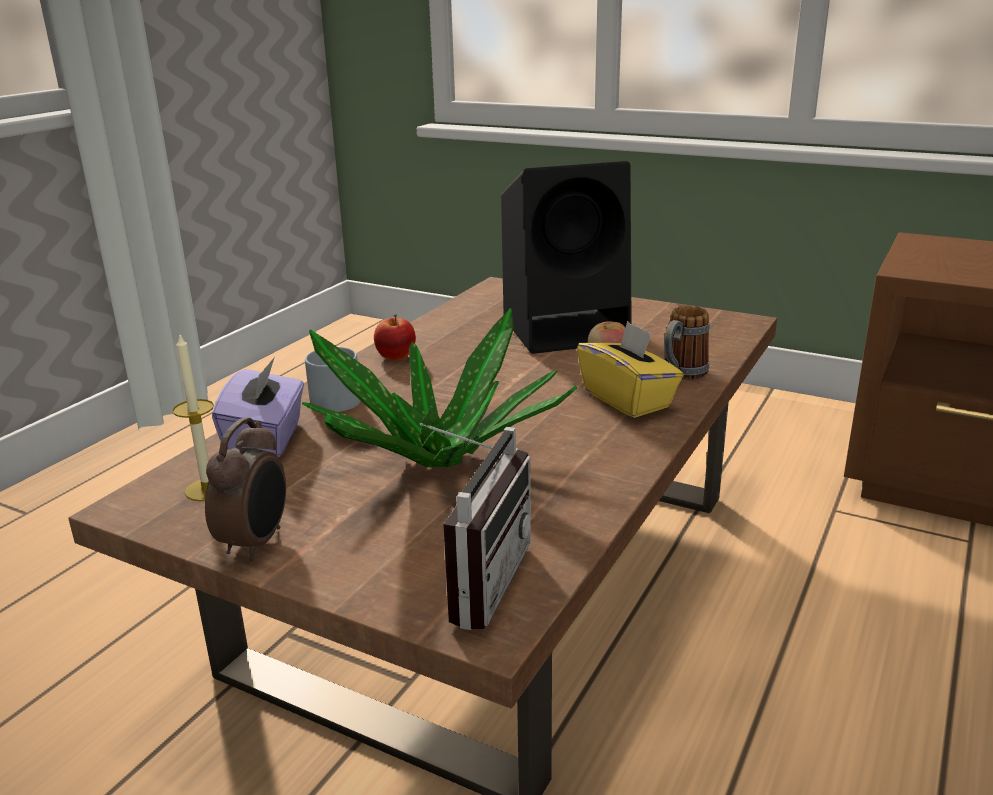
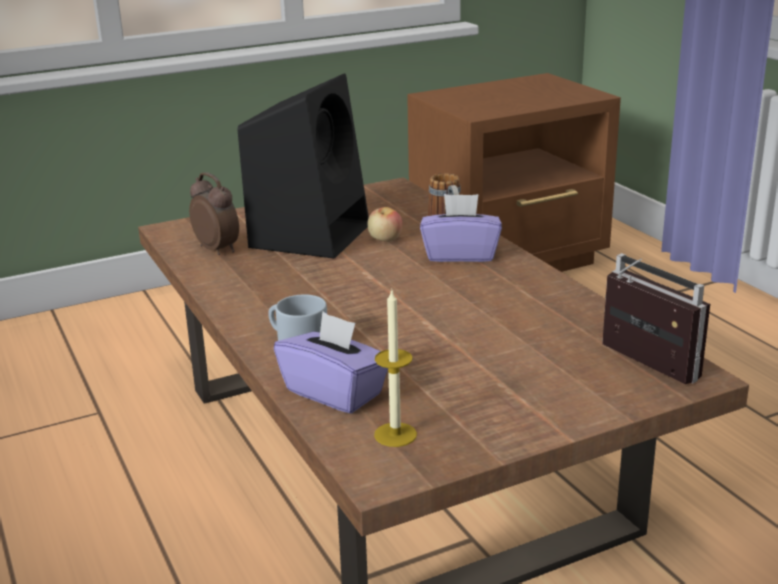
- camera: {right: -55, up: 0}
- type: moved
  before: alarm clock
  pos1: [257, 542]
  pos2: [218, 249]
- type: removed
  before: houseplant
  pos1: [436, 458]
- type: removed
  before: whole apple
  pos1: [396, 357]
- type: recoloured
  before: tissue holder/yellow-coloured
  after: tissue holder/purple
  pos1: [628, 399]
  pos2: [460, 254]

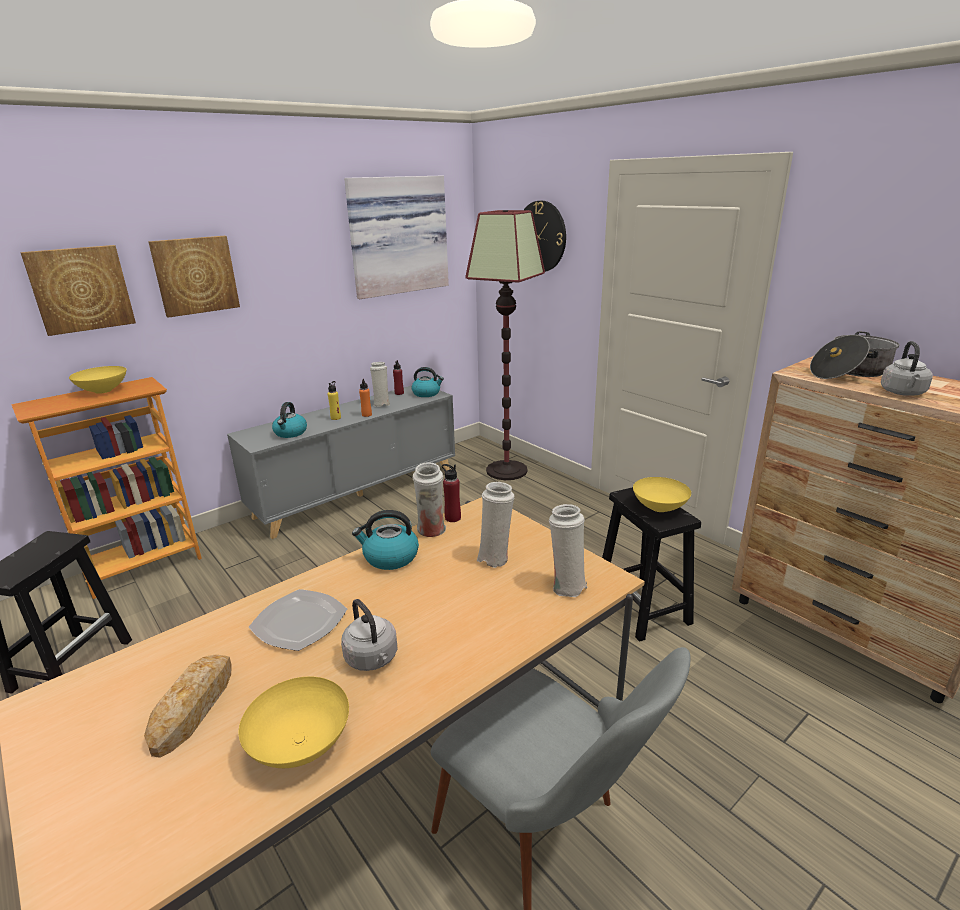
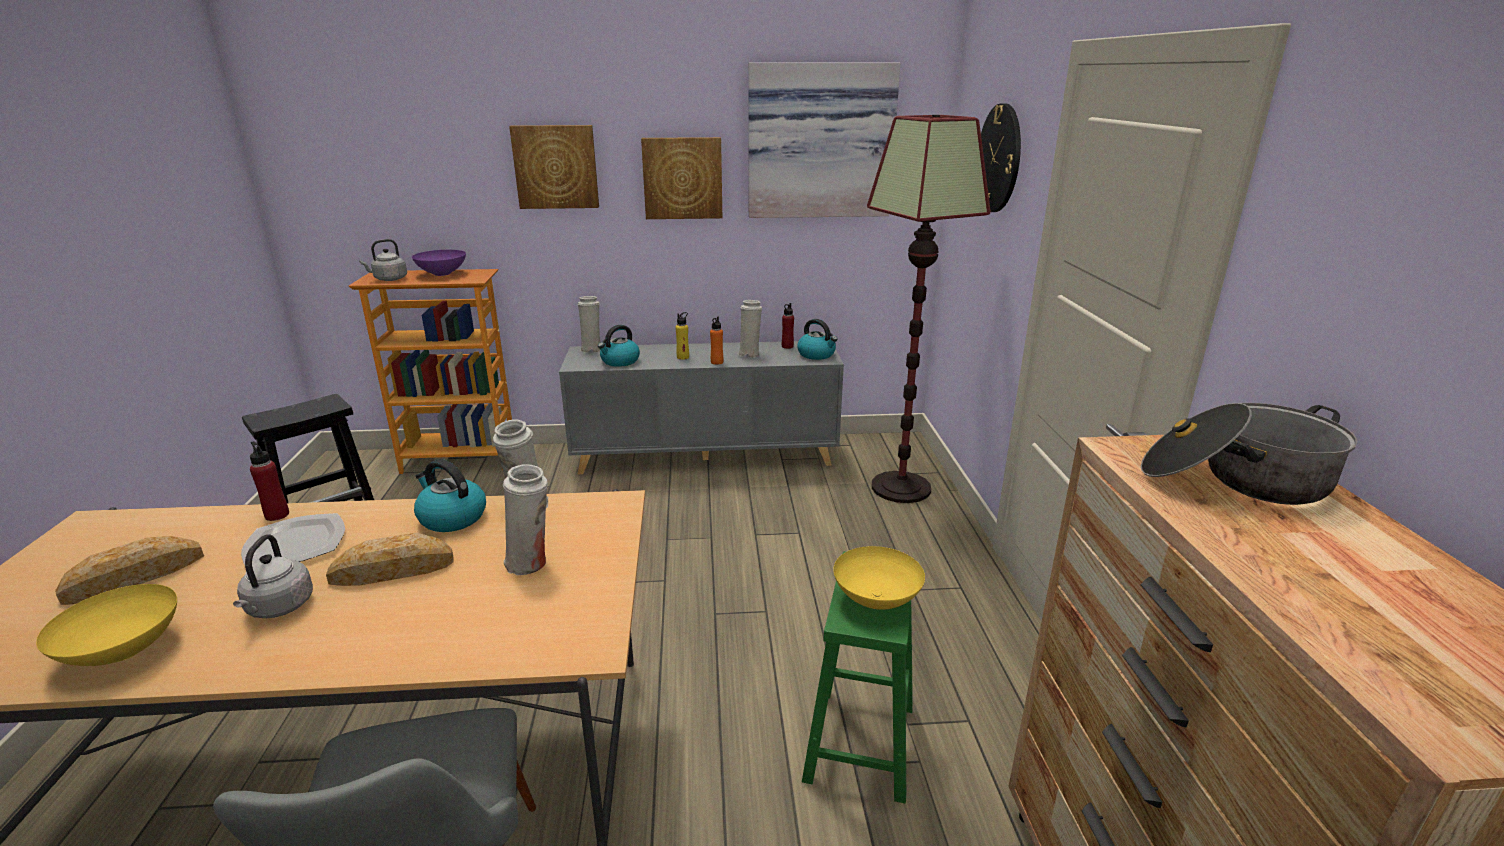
- camera: {right: 35, up: 0}
- type: moved
  before: wall art
  pos1: [80, 289]
  pos2: [682, 178]
- type: recoloured
  before: serving bowl/yellow-coloured
  after: serving bowl/purple
  pos1: [104, 391]
  pos2: [442, 274]
- type: moved
  before: bottle/red
  pos1: [452, 518]
  pos2: [277, 515]
- type: moved
  before: decorative vase/white-coloured
  pos1: [566, 586]
  pos2: [591, 349]
- type: recoloured
  before: stool seat/blackish
  after: stool seat/greenish
  pos1: [643, 609]
  pos2: [860, 744]
- type: moved
  before: water kettle/greyish
  pos1: [903, 393]
  pos2: [389, 279]
- type: added
  after: bread
  pos2: [392, 569]

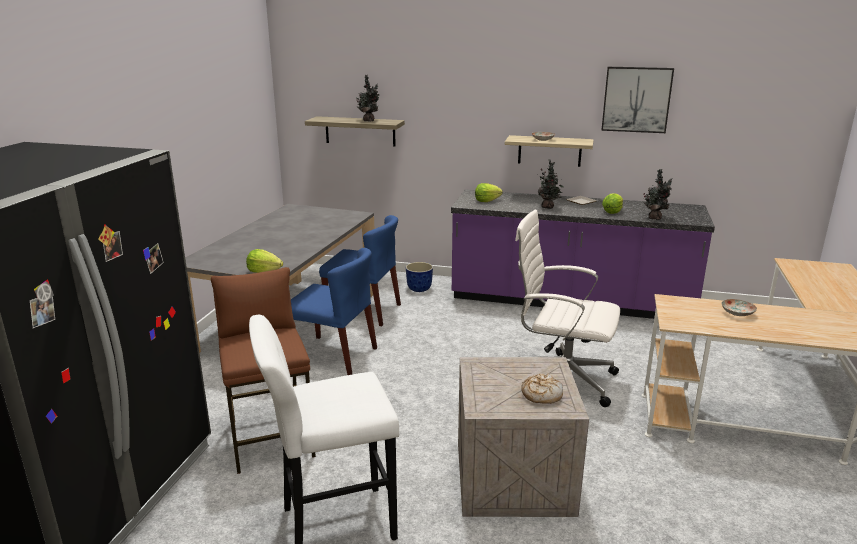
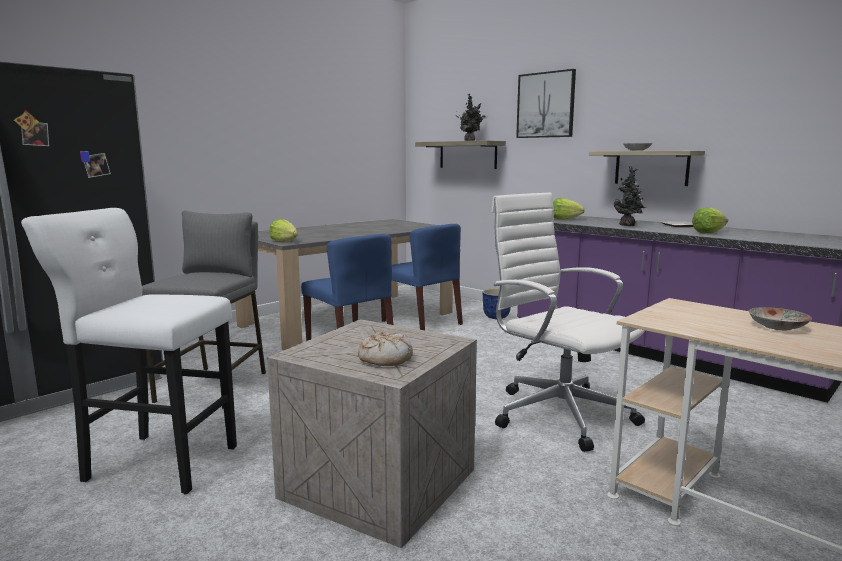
- camera: {right: 30, up: -10}
- type: recoloured
  before: stool seat/brown-coloured
  after: stool seat/greyish
  pos1: [271, 438]
  pos2: [214, 387]
- type: moved
  before: wall art
  pos1: [636, 99]
  pos2: [546, 105]
- type: removed
  before: houseplant
  pos1: [655, 218]

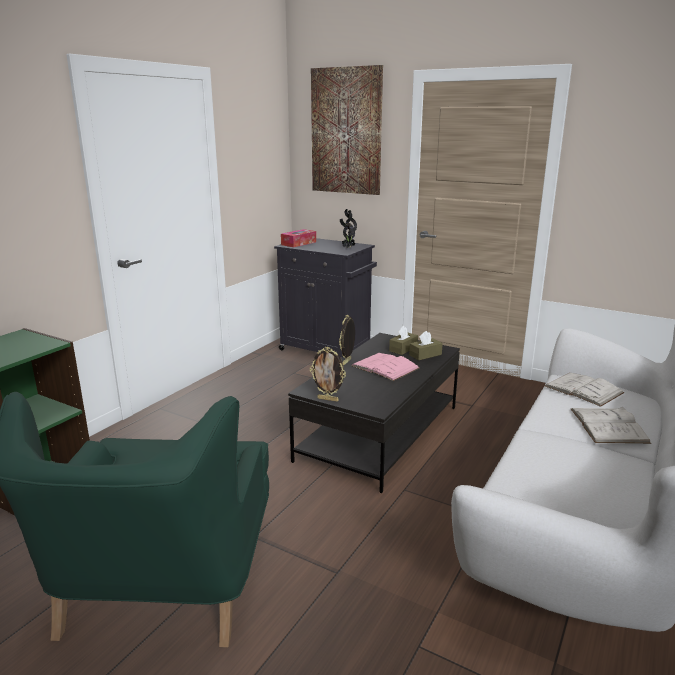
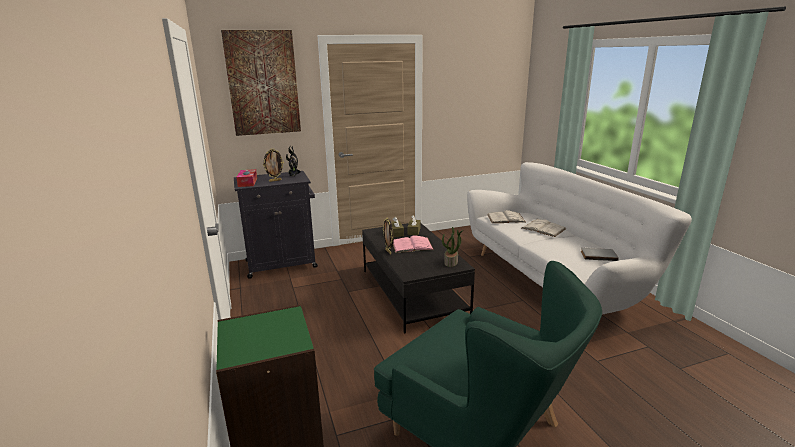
- camera: {right: -50, up: 0}
- type: moved
  before: standing frame
  pos1: [328, 399]
  pos2: [275, 180]
- type: added
  after: houseplant
  pos2: [451, 262]
- type: added
  after: bound book/greyish
  pos2: [598, 255]

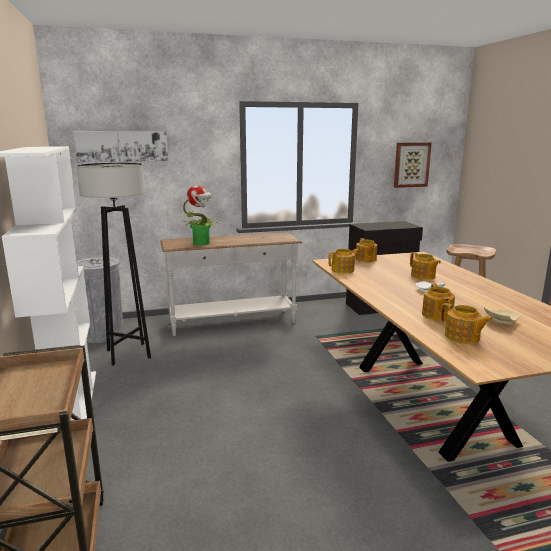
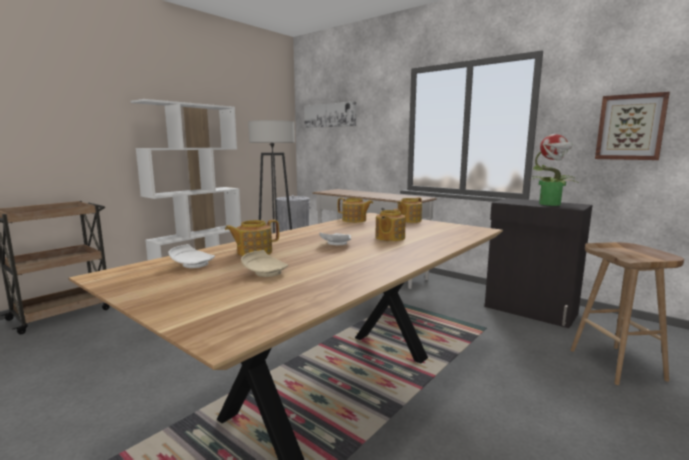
- camera: {right: 55, up: -5}
- type: moved
  before: houseplant
  pos1: [202, 243]
  pos2: [550, 204]
- type: replaced
  before: pot for tea
  after: dinner plate/white-coloured
  pos1: [462, 337]
  pos2: [192, 264]

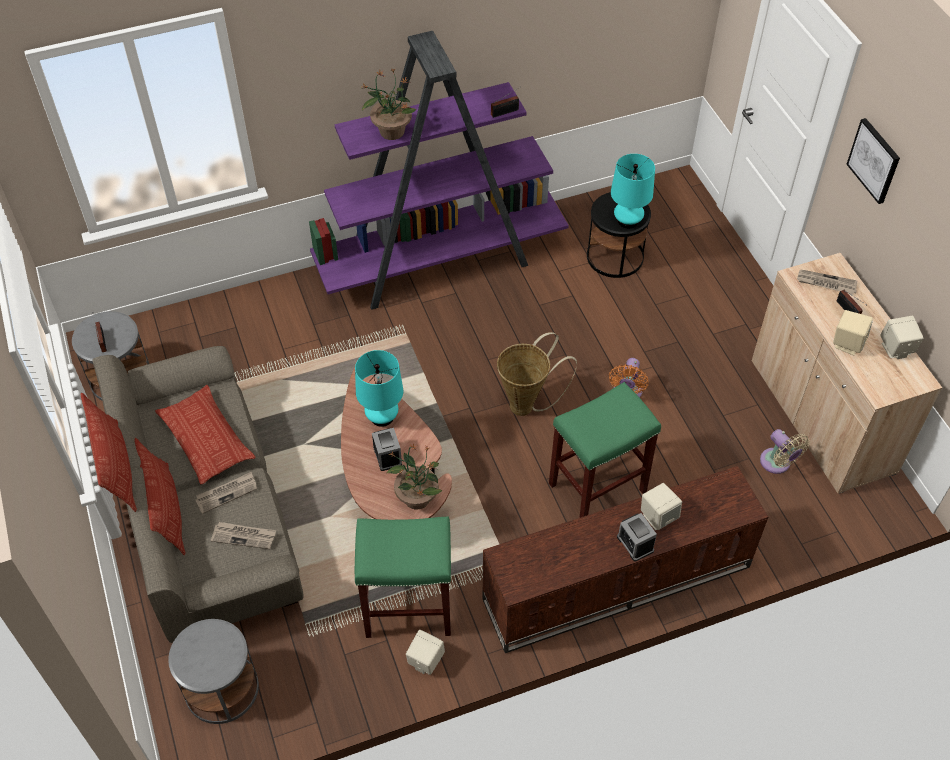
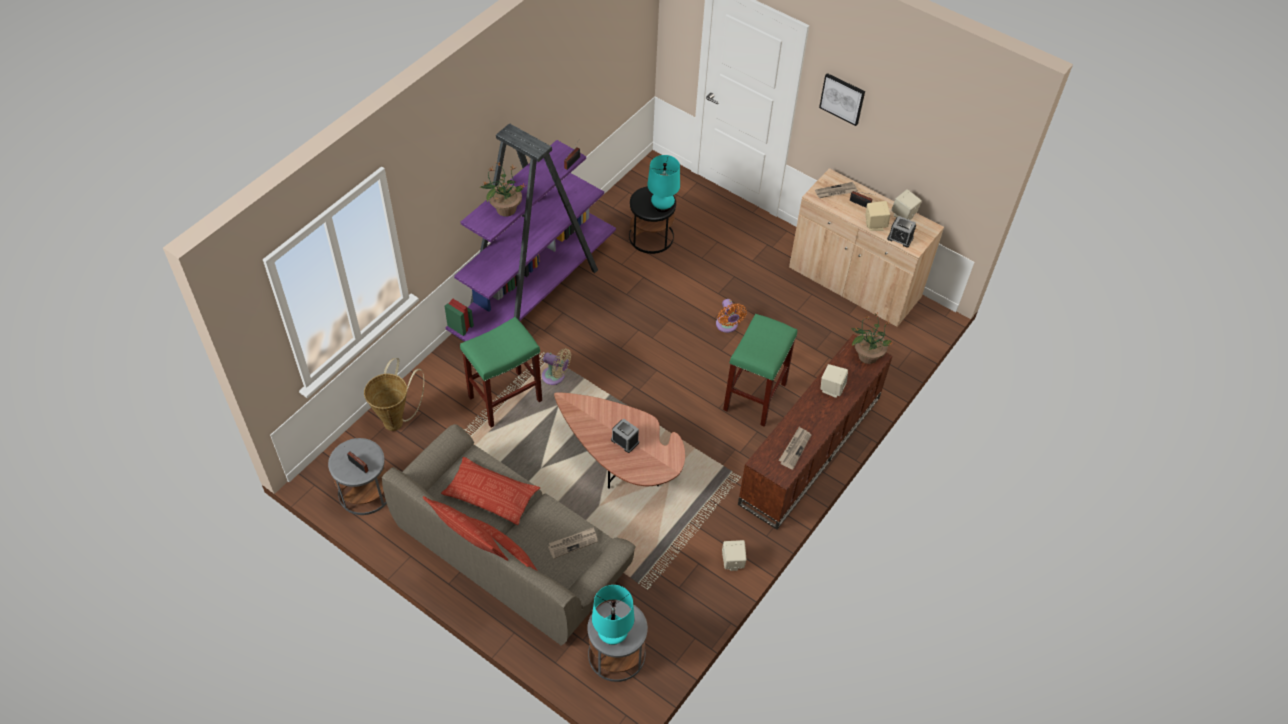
- camera: {right: -35, up: 0}
- type: moved
  before: printed paper
  pos1: [227, 493]
  pos2: [794, 448]
- type: moved
  before: lamp for a table/blue-green
  pos1: [382, 416]
  pos2: [612, 634]
- type: moved
  before: stool seat/greenish
  pos1: [407, 608]
  pos2: [504, 399]
- type: moved
  before: houseplant
  pos1: [416, 497]
  pos2: [867, 355]
- type: moved
  before: household basket
  pos1: [527, 405]
  pos2: [396, 420]
- type: moved
  before: alarm clock
  pos1: [635, 543]
  pos2: [900, 238]
- type: moved
  before: electric fan/sand-coloured
  pos1: [777, 463]
  pos2: [555, 377]

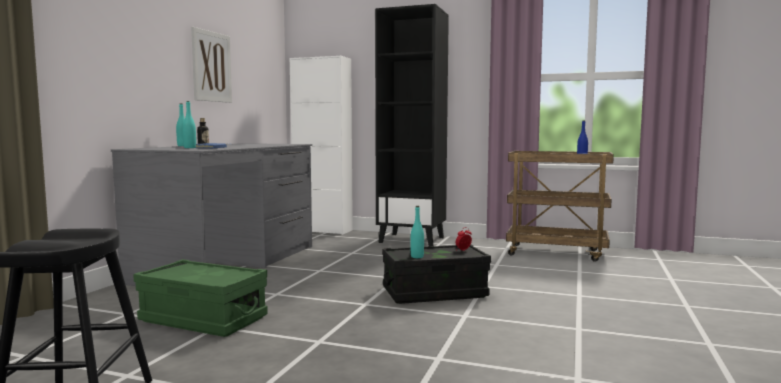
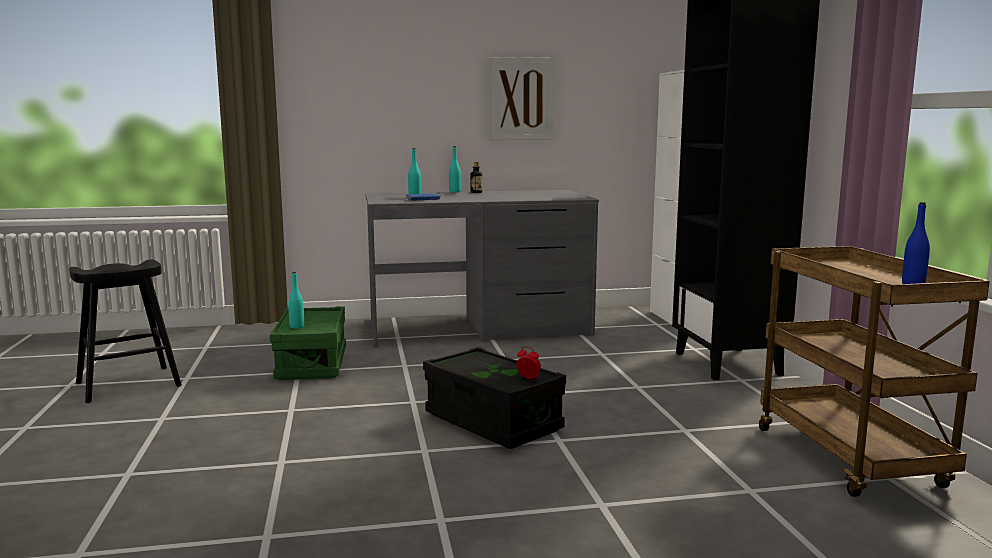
- camera: {right: 60, up: 5}
- type: moved
  before: bottle/blue-green
  pos1: [417, 257]
  pos2: [297, 327]

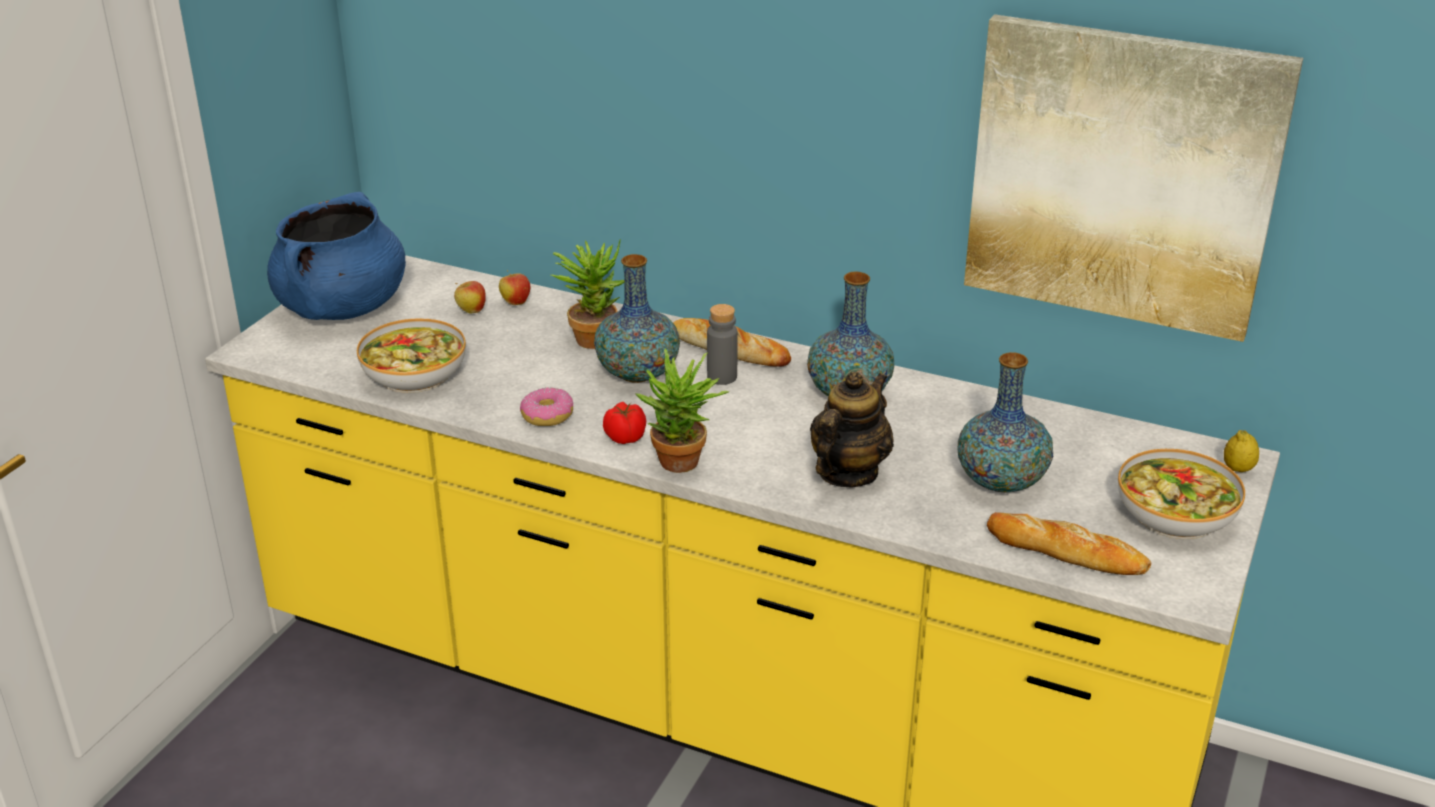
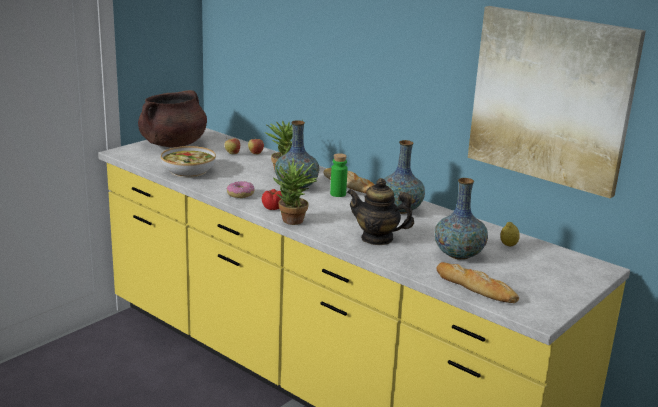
- camera: {right: 15, up: -10}
- type: recoloured
  before: stockpot/bluish
  after: stockpot/brown-coloured
  pos1: [342, 307]
  pos2: [173, 144]
- type: recoloured
  before: bottle/greyish
  after: bottle/greenish
  pos1: [722, 377]
  pos2: [338, 194]
- type: turned
  before: pot for tea
  pos1: [848, 473]
  pos2: [377, 238]
  turn: -120
- type: removed
  before: serving bowl
  pos1: [1176, 514]
- type: moved
  before: whole lemon
  pos1: [1238, 469]
  pos2: [508, 245]

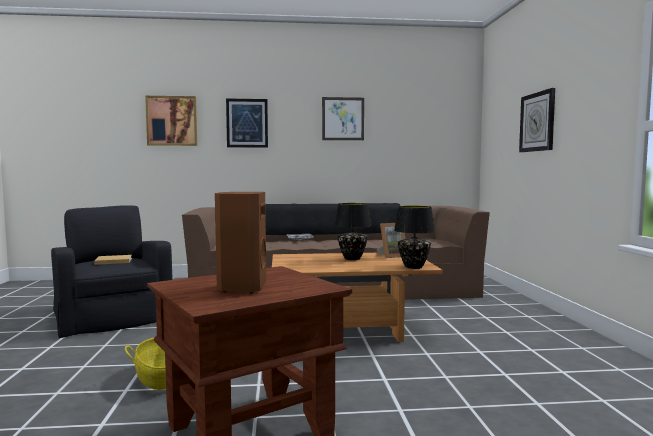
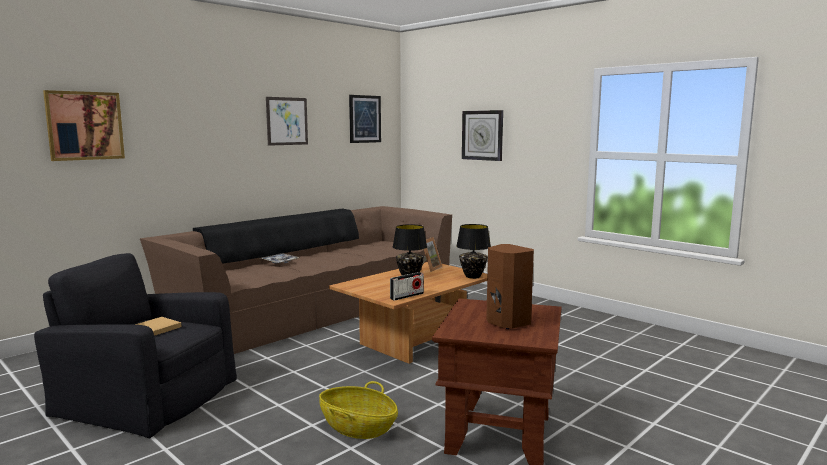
- camera: {right: -40, up: 5}
- type: moved
  before: wall art
  pos1: [247, 123]
  pos2: [364, 119]
- type: added
  after: radio receiver
  pos2: [407, 296]

